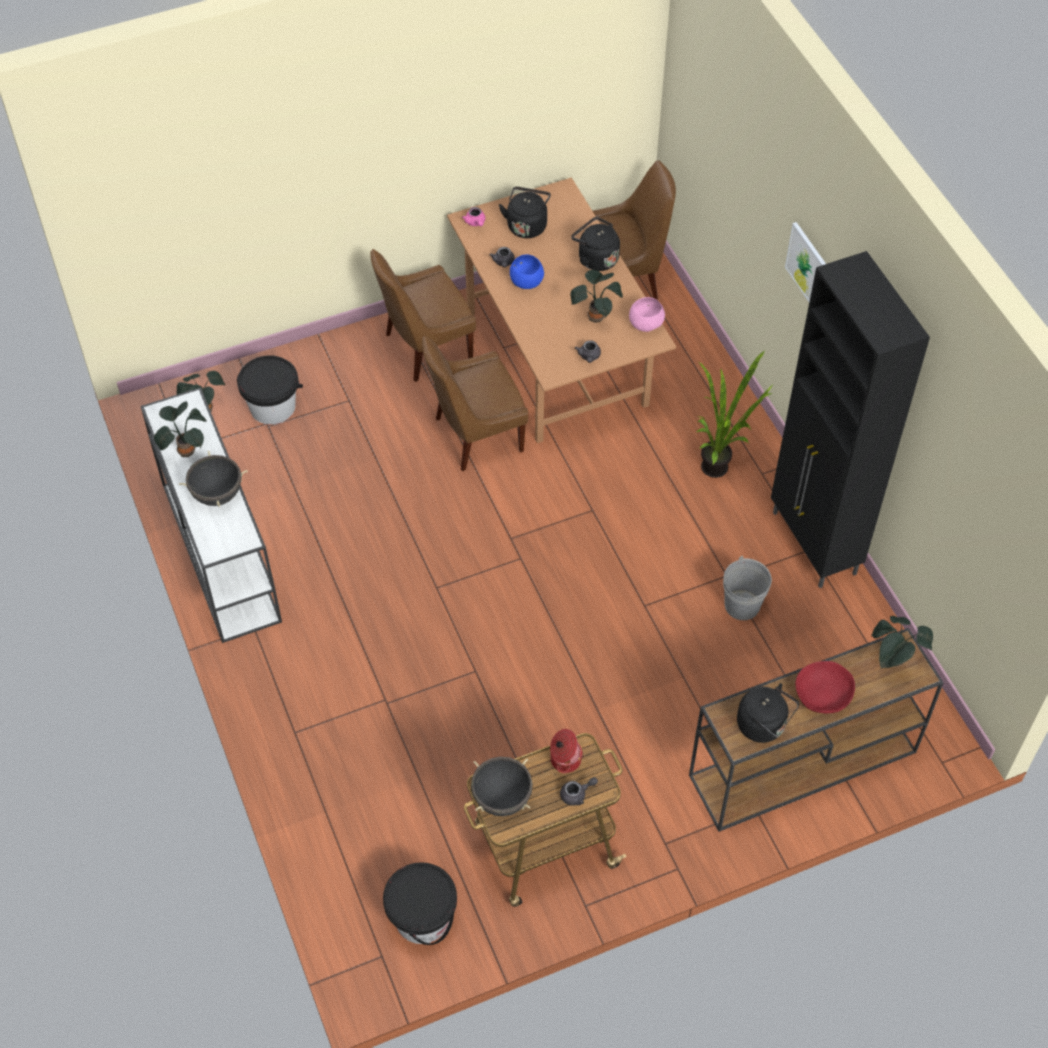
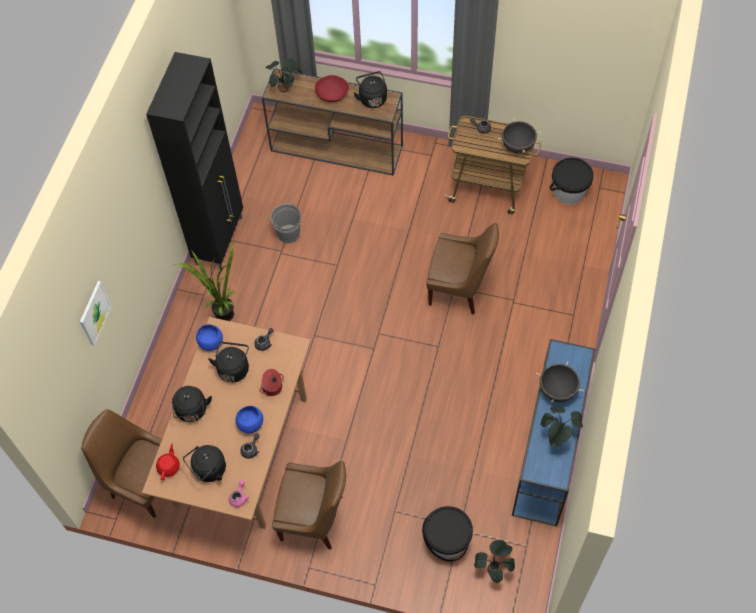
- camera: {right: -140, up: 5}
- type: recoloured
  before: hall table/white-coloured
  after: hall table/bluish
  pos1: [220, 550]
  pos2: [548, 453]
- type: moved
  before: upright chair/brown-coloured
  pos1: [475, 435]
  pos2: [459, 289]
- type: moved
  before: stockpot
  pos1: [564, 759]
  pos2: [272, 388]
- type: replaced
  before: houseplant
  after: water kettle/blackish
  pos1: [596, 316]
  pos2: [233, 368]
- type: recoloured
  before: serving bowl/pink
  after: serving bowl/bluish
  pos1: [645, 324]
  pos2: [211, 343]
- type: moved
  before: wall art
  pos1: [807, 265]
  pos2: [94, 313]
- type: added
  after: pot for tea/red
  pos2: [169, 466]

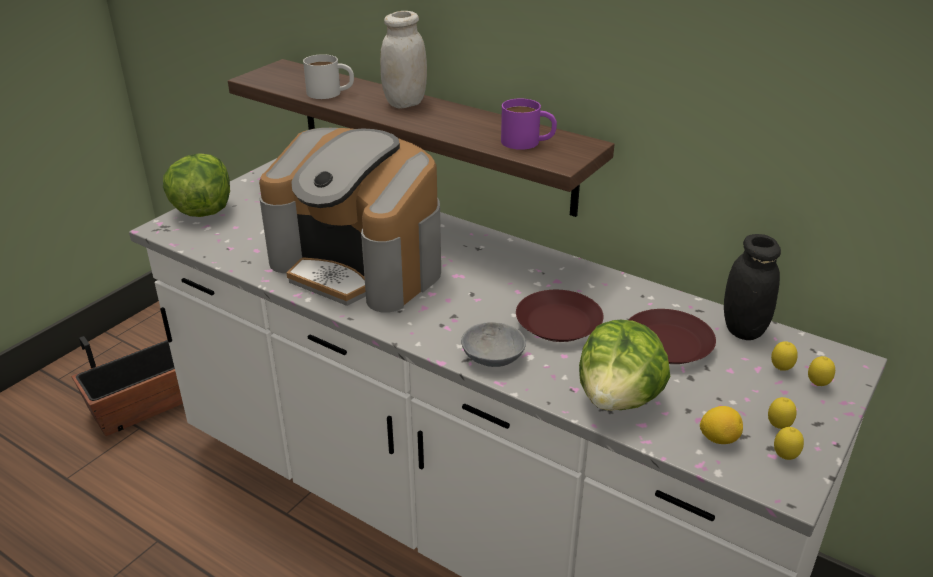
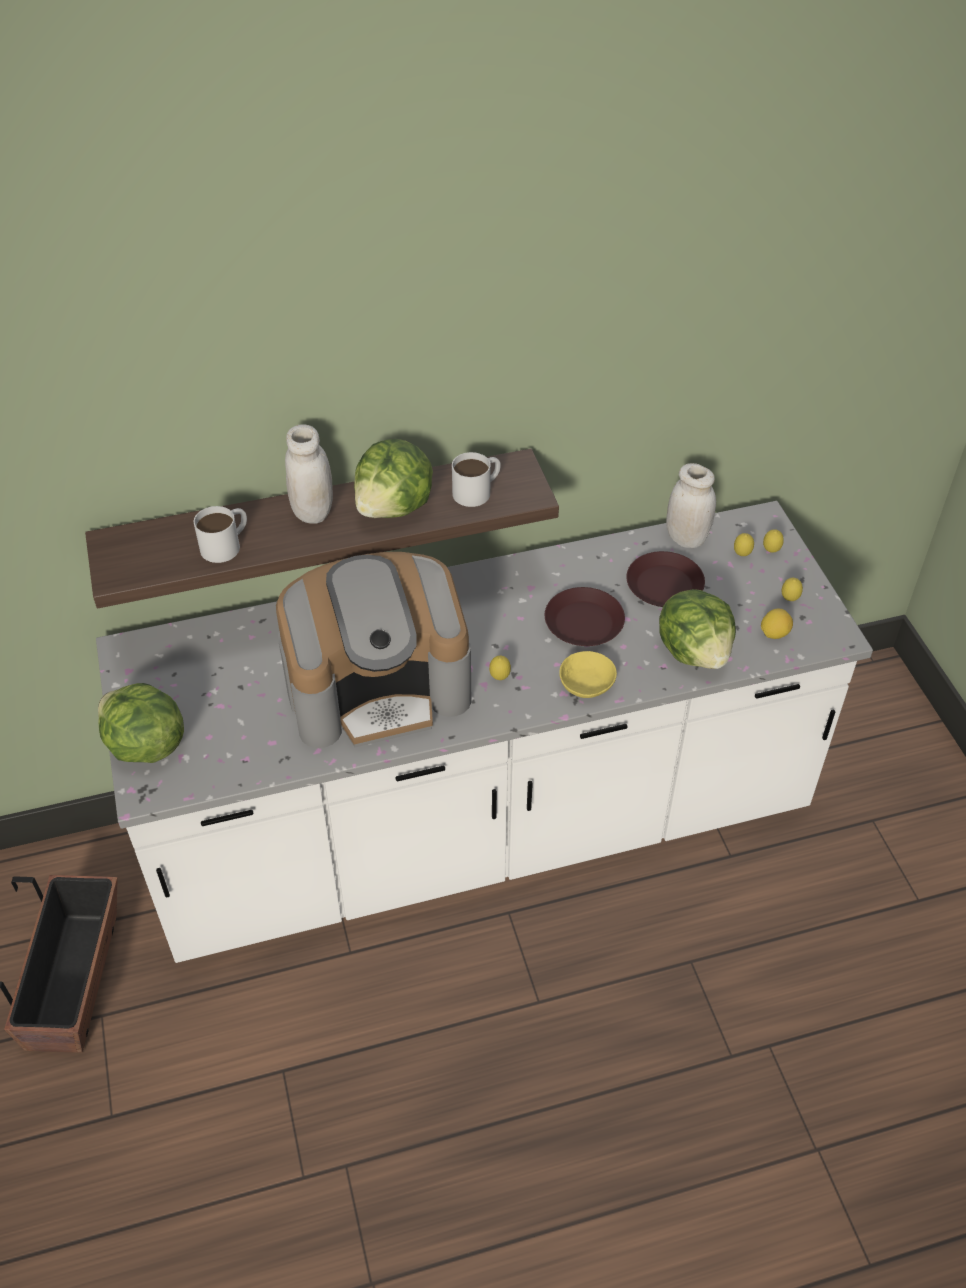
- camera: {right: -50, up: 15}
- type: recoloured
  before: serving bowl/greyish
  after: serving bowl/yellow-coloured
  pos1: [492, 357]
  pos2: [587, 685]
- type: recoloured
  before: mug/purple
  after: mug/white-coloured
  pos1: [528, 142]
  pos2: [478, 490]
- type: recoloured
  before: storage jar/blackish
  after: storage jar/white-coloured
  pos1: [743, 329]
  pos2: [686, 538]
- type: moved
  before: whole lemon
  pos1: [784, 458]
  pos2: [499, 678]
- type: added
  after: lettuce
  pos2: [395, 508]

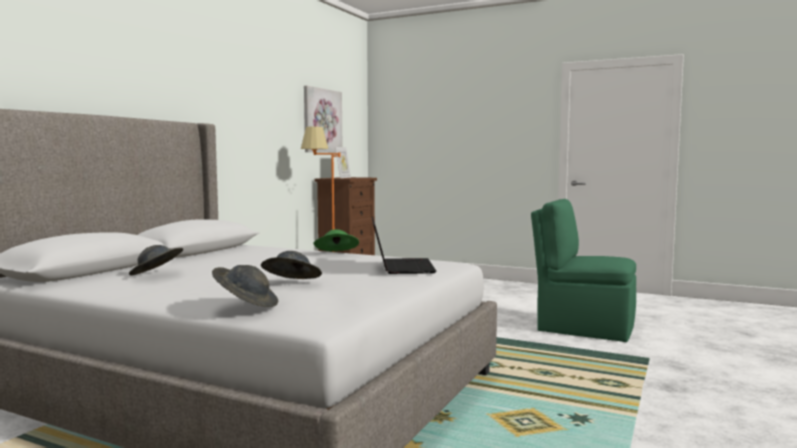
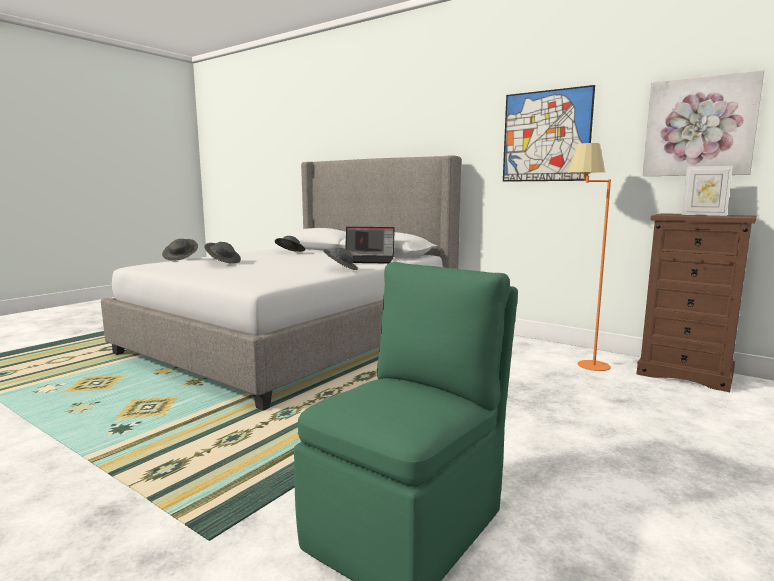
- camera: {right: 100, up: 5}
- type: recoloured
  before: hat/greenish
  after: hat/greyish
  pos1: [336, 254]
  pos2: [341, 269]
- type: moved
  before: portable computer
  pos1: [401, 267]
  pos2: [368, 260]
- type: added
  after: wall art
  pos2: [546, 136]

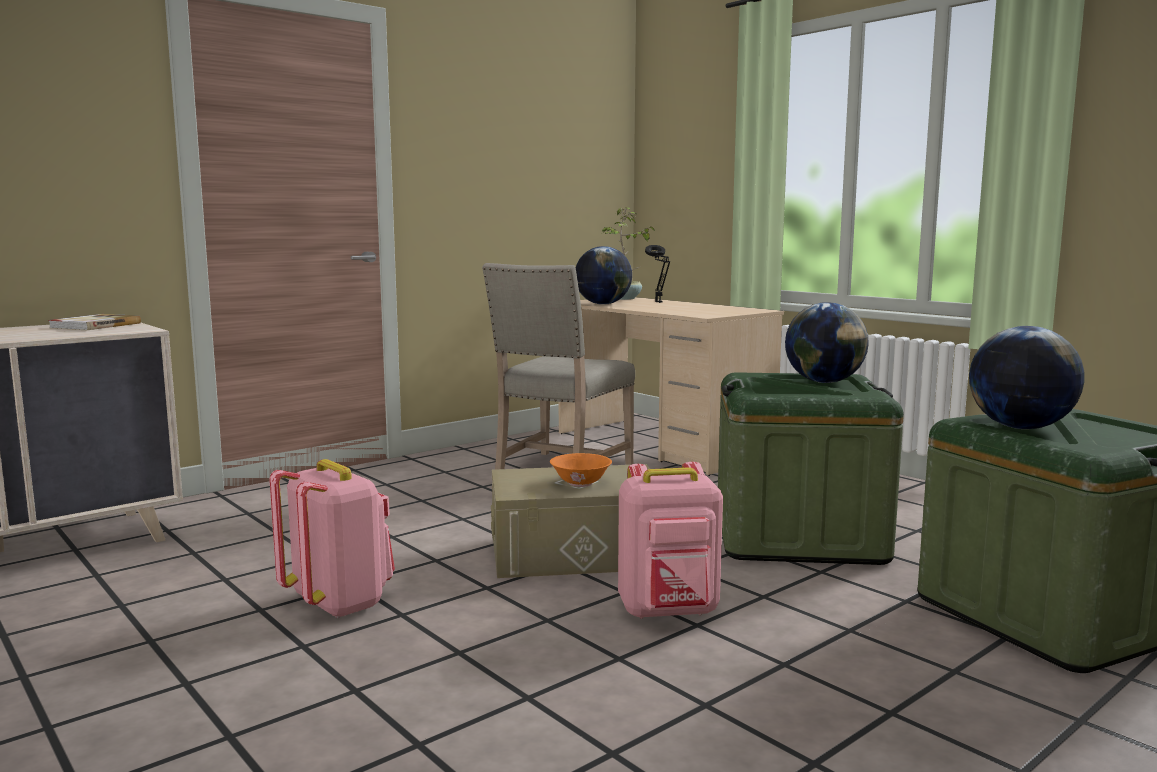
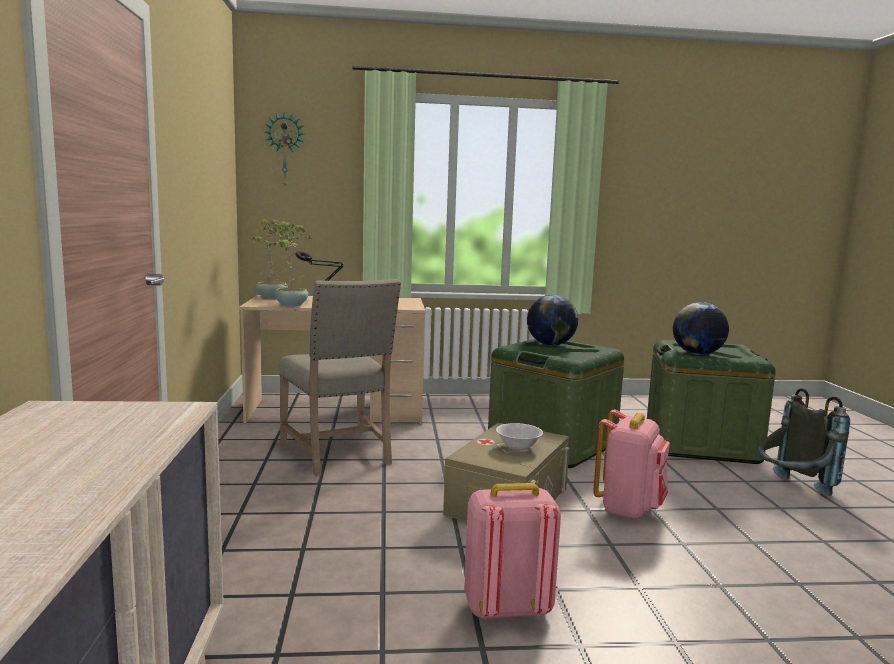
- camera: {right: -55, up: 0}
- type: removed
  before: bound book
  pos1: [94, 325]
- type: recoloured
  before: serving bowl/orange
  after: serving bowl/white-coloured
  pos1: [581, 483]
  pos2: [518, 447]
- type: replaced
  before: world globe
  after: houseplant
  pos1: [602, 304]
  pos2: [292, 304]
- type: added
  after: wall clock
  pos2: [285, 150]
- type: added
  after: knapsack/greyish
  pos2: [792, 490]

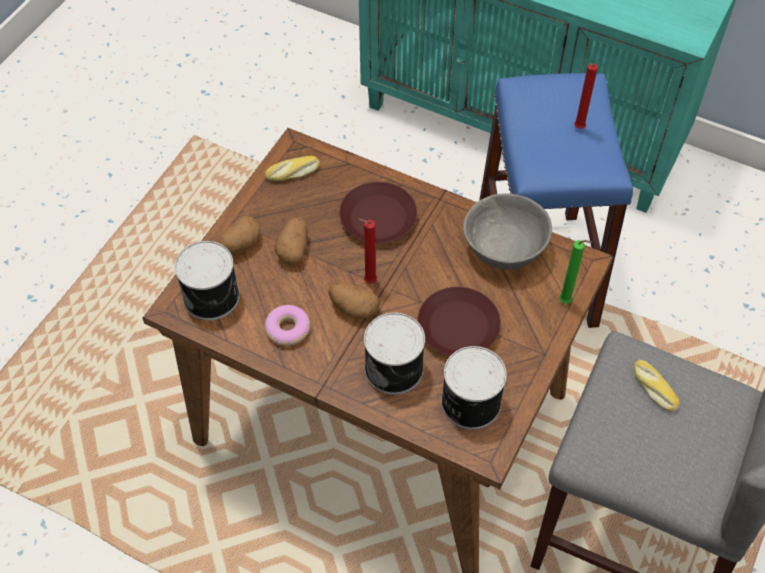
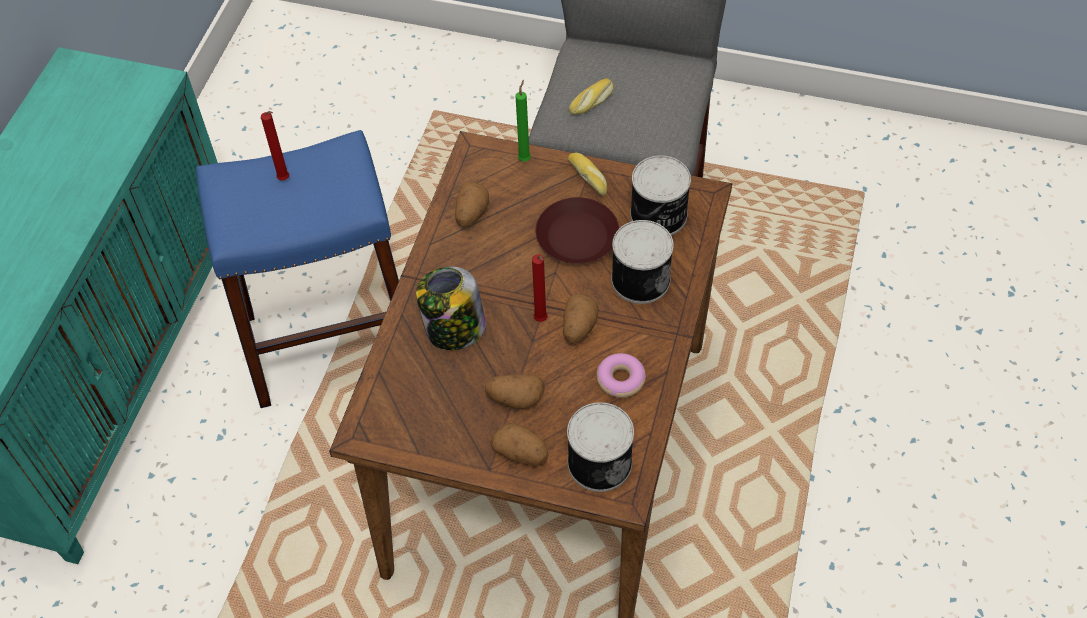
- camera: {right: -100, up: 0}
- type: moved
  before: bread
  pos1: [293, 173]
  pos2: [589, 177]
- type: replaced
  before: dinner plate/brown-coloured
  after: storage jar
  pos1: [377, 218]
  pos2: [454, 329]
- type: replaced
  before: serving bowl/greyish
  after: spud
  pos1: [504, 248]
  pos2: [471, 214]

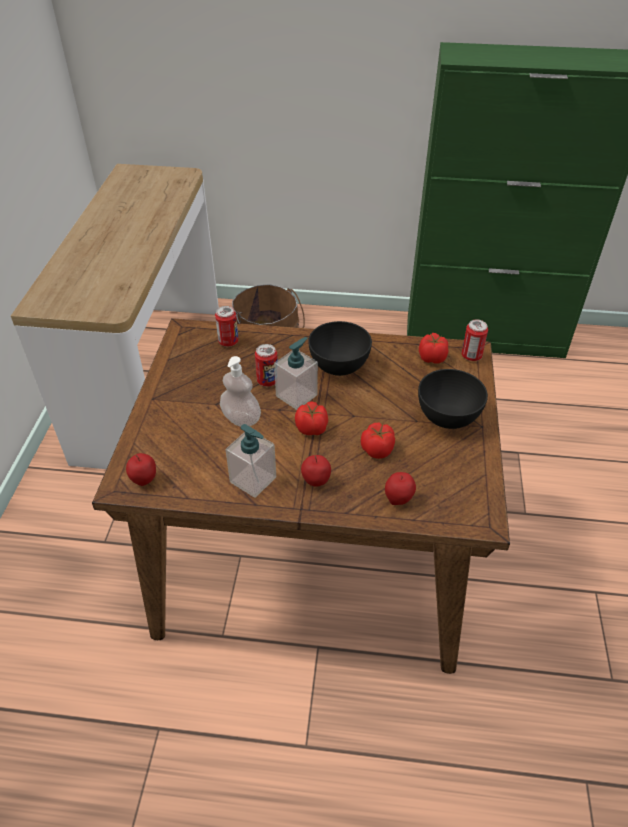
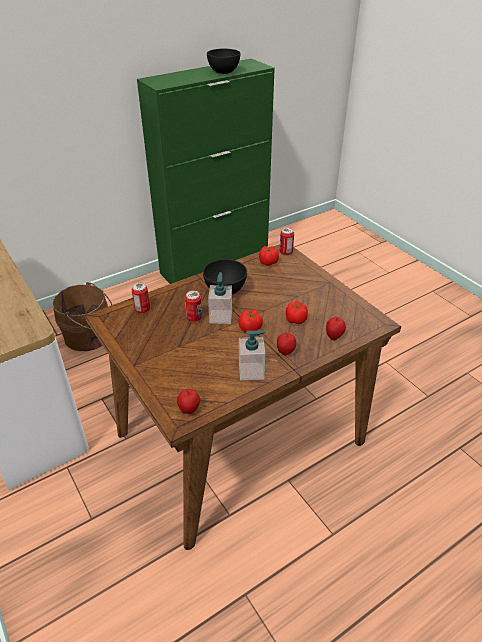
- camera: {right: -40, up: -5}
- type: removed
  before: soap bottle
  pos1: [241, 419]
- type: moved
  before: serving bowl/blackish
  pos1: [447, 417]
  pos2: [223, 72]

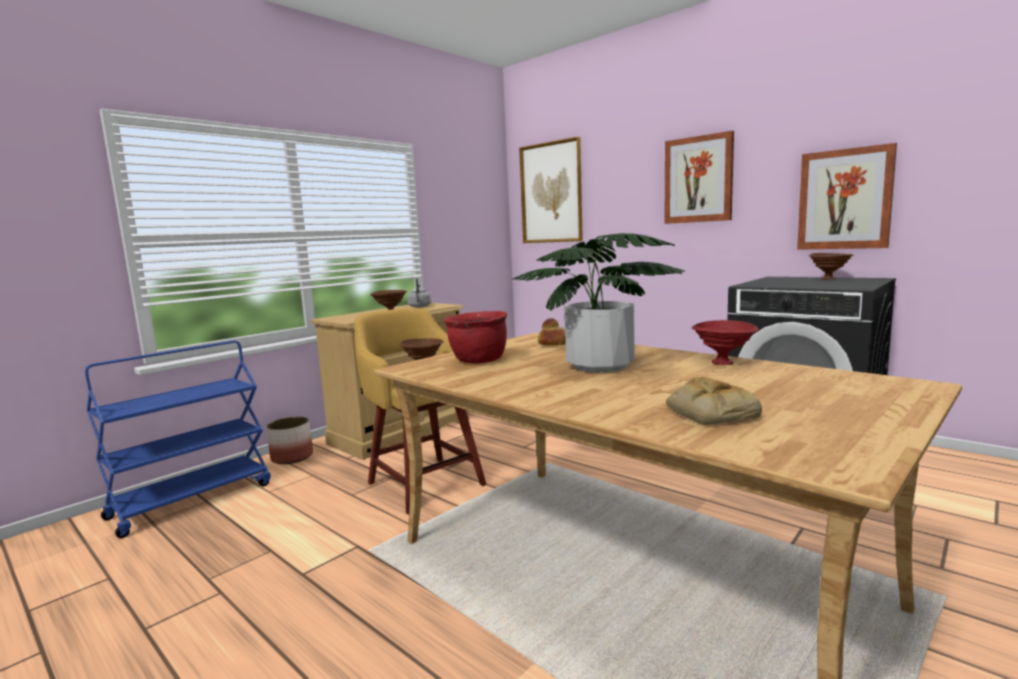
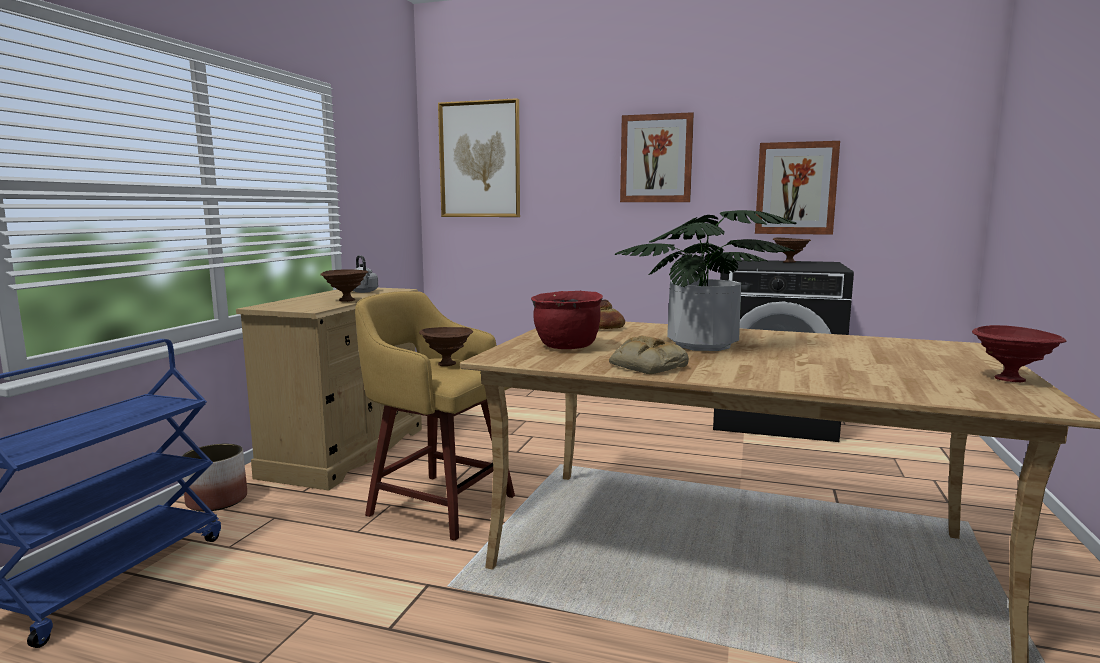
- camera: {right: -25, up: 0}
- type: moved
  before: bread
  pos1: [709, 412]
  pos2: [646, 366]
- type: moved
  before: serving bowl/red
  pos1: [724, 363]
  pos2: [1012, 380]

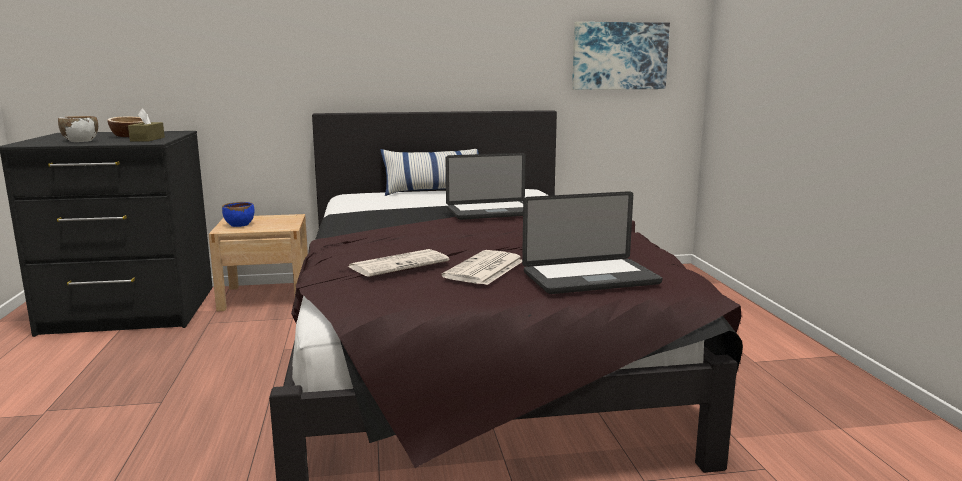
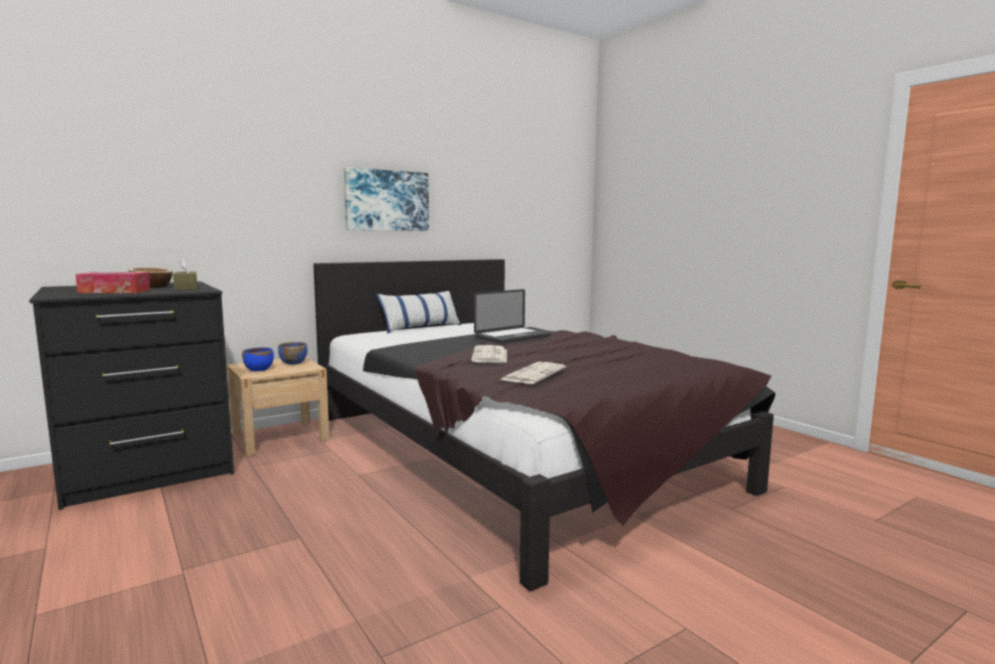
- camera: {right: -25, up: -5}
- type: replaced
  before: serving bowl/white-coloured
  after: tissue holder
  pos1: [80, 141]
  pos2: [114, 291]
- type: moved
  before: printed paper
  pos1: [485, 269]
  pos2: [490, 356]
- type: removed
  before: portable computer
  pos1: [590, 278]
- type: moved
  before: wall art
  pos1: [619, 56]
  pos2: [387, 200]
- type: added
  after: serving bowl/bluish
  pos2: [293, 362]

